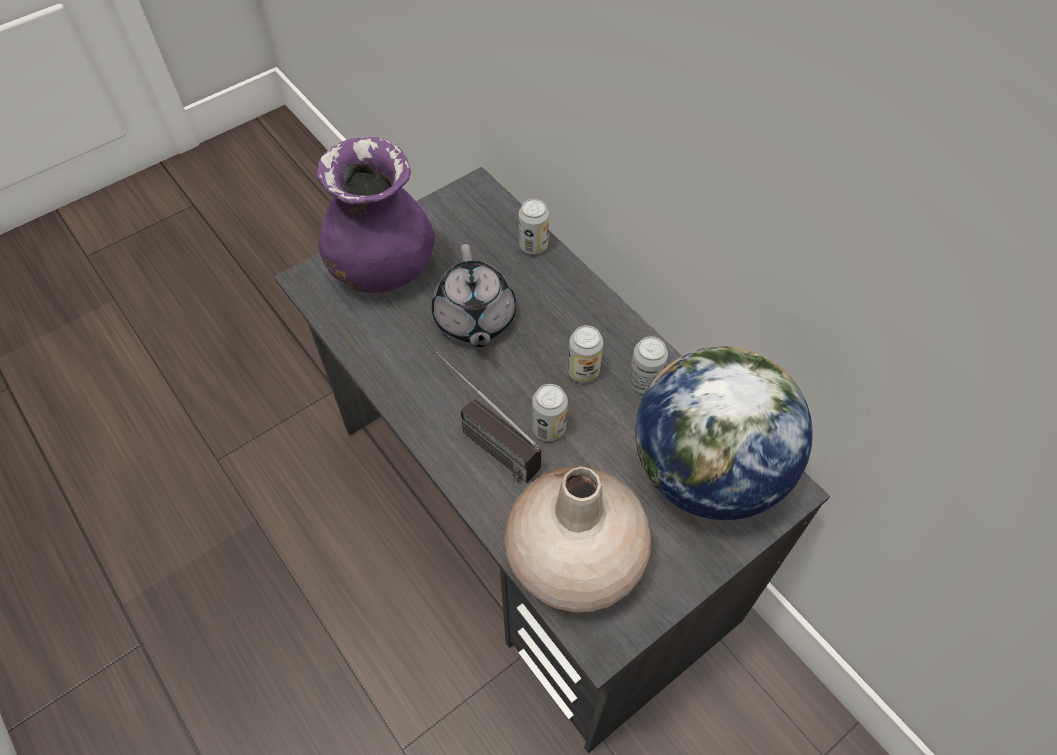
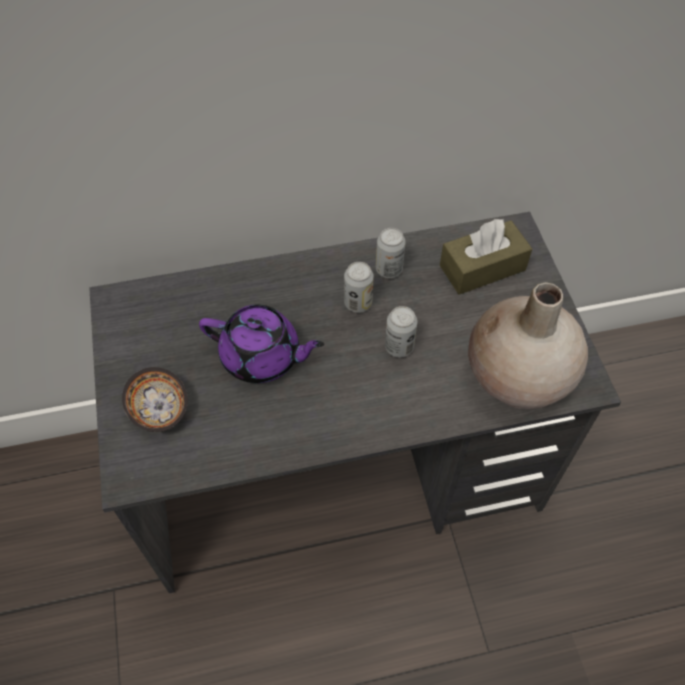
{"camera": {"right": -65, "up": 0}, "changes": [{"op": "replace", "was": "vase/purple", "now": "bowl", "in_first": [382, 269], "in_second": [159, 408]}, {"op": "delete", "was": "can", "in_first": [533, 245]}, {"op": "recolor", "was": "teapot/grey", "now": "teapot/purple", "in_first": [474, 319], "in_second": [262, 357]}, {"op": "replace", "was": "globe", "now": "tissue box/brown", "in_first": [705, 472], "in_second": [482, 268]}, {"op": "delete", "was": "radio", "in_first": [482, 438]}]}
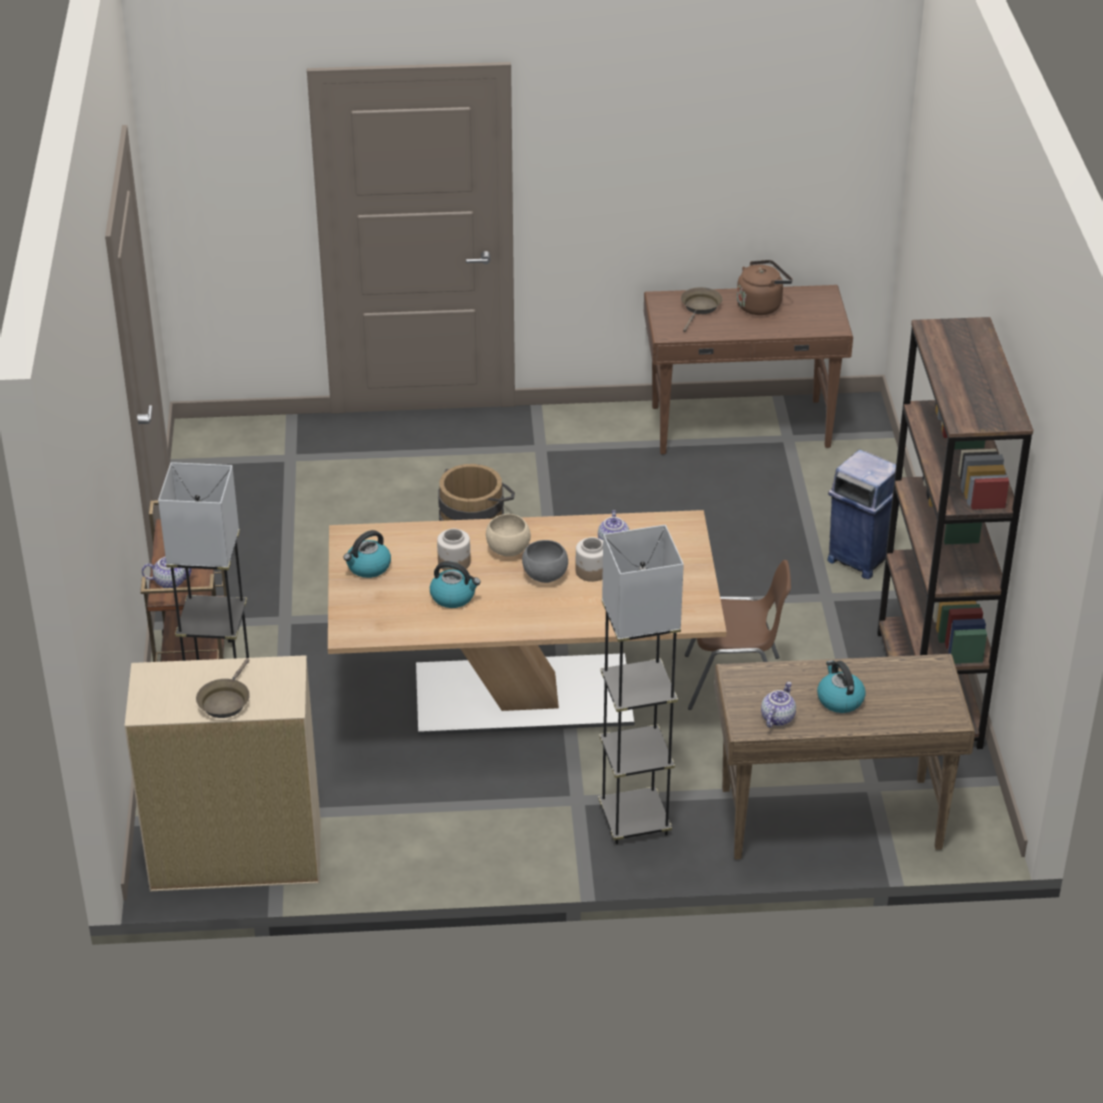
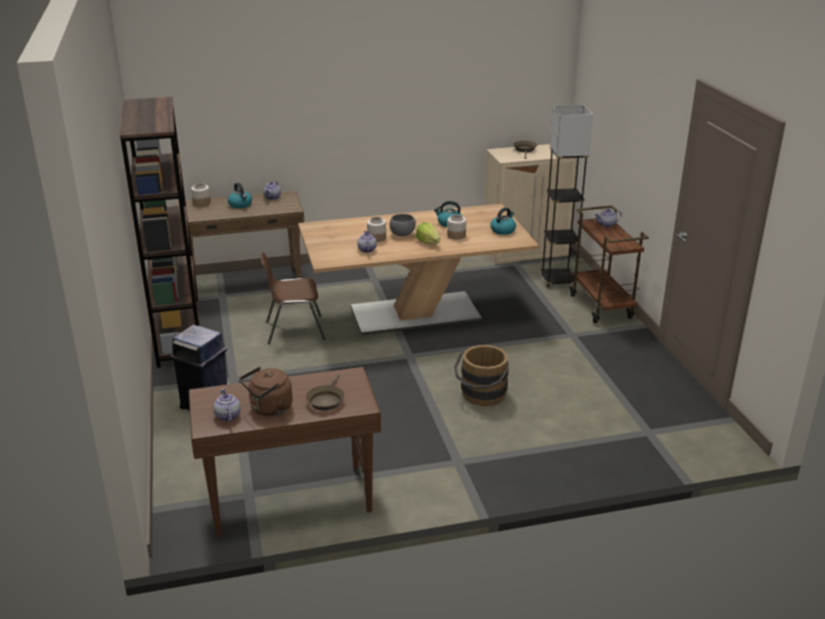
{"camera": {"right": 170, "up": -10}, "changes": [{"op": "replace", "was": "bowl/beige", "now": "lettuce", "in_first": [507, 550], "in_second": [428, 242]}, {"op": "delete", "was": "floor lamp/grey", "in_first": [634, 821]}, {"op": "insert", "now": "jar", "in_second": [201, 203]}, {"op": "insert", "now": "teapot", "in_second": [227, 416]}]}
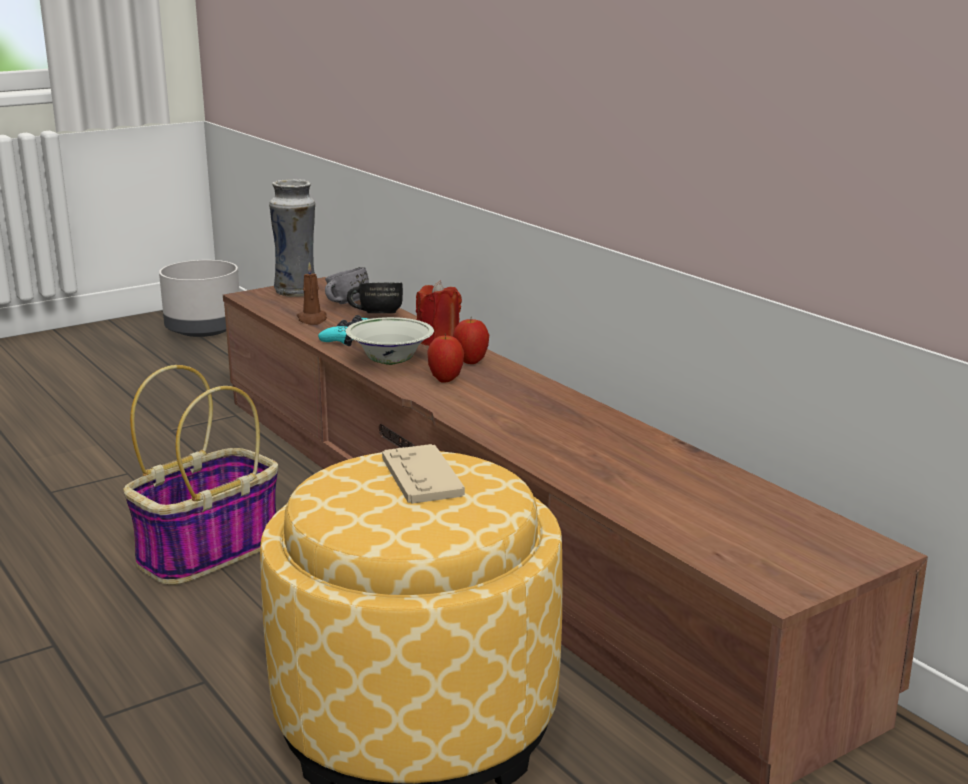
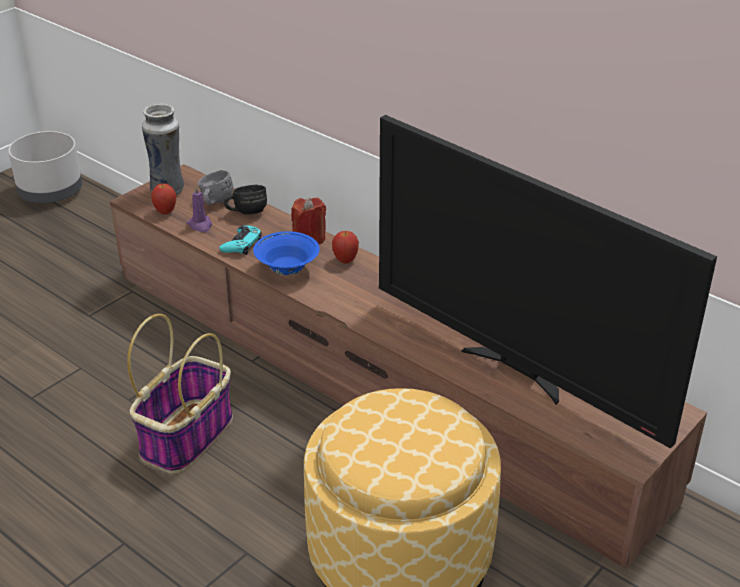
{"camera": {"right": -15, "up": 15}, "changes": [{"op": "recolor", "was": "candle/brown", "now": "candle/purple", "in_first": [312, 319], "in_second": [200, 225]}, {"op": "recolor", "was": "bowl/white", "now": "bowl/blue", "in_first": [390, 362], "in_second": [287, 270]}, {"op": "move", "was": "apple", "in_first": [446, 380], "in_second": [165, 212]}, {"op": "delete", "was": "game controller/beige", "in_first": [422, 476]}, {"op": "insert", "now": "television", "in_second": [516, 371]}]}
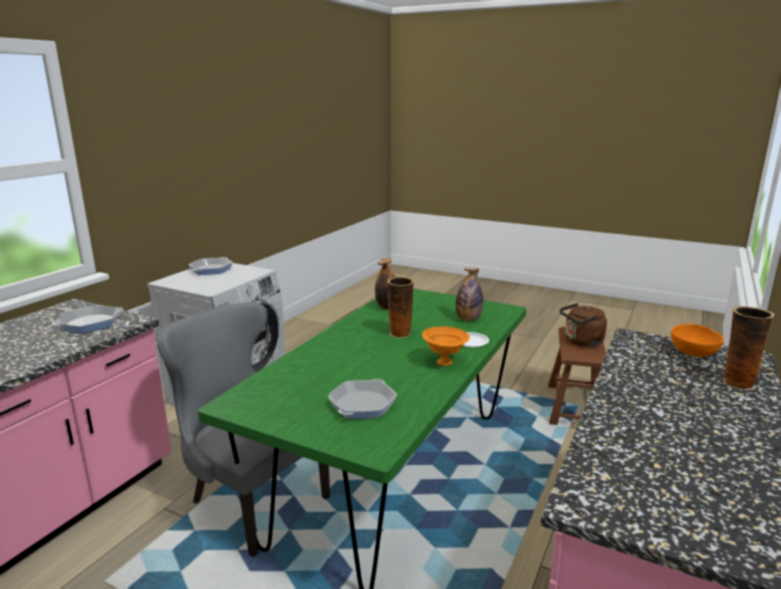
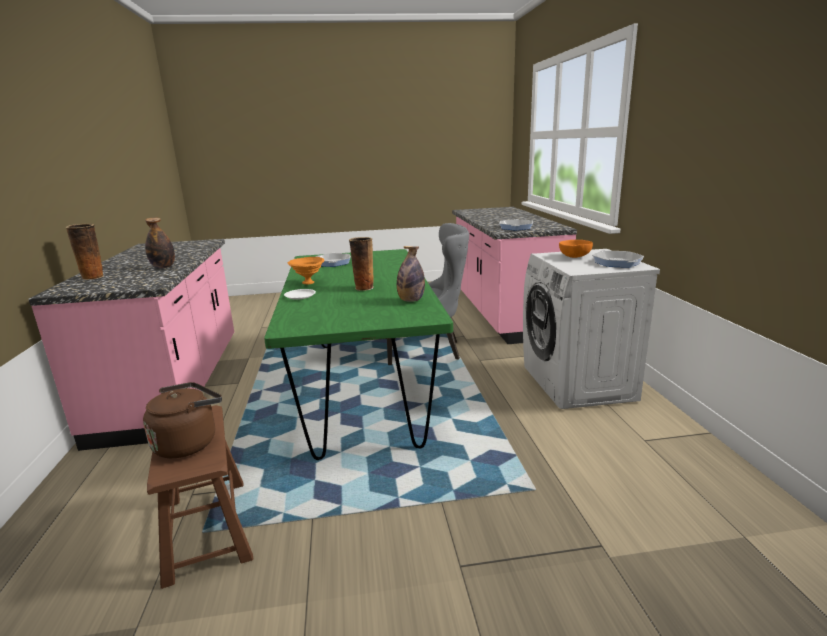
{"camera": {"right": 145, "up": 0}, "changes": [{"op": "move", "was": "bottle", "in_first": [468, 319], "in_second": [163, 267]}, {"op": "move", "was": "bowl/orange", "in_first": [694, 353], "in_second": [574, 257]}]}
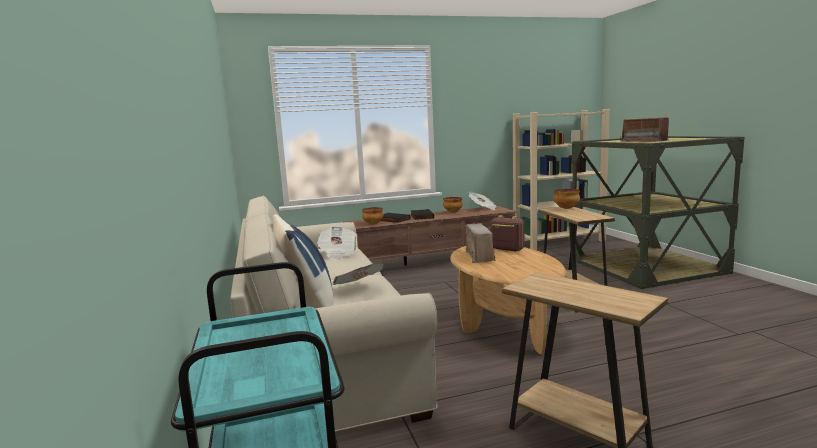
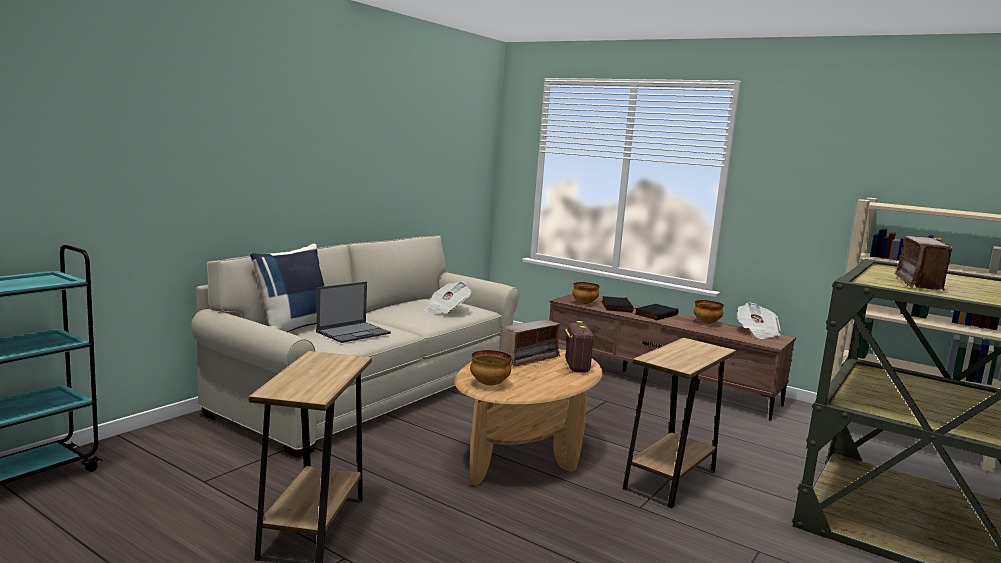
{"camera": {"right": 50, "up": 0}, "changes": [{"op": "move", "was": "bowl", "in_first": [566, 208], "in_second": [489, 384]}, {"op": "replace", "was": "newspaper", "now": "laptop", "in_first": [358, 288], "in_second": [354, 332]}]}
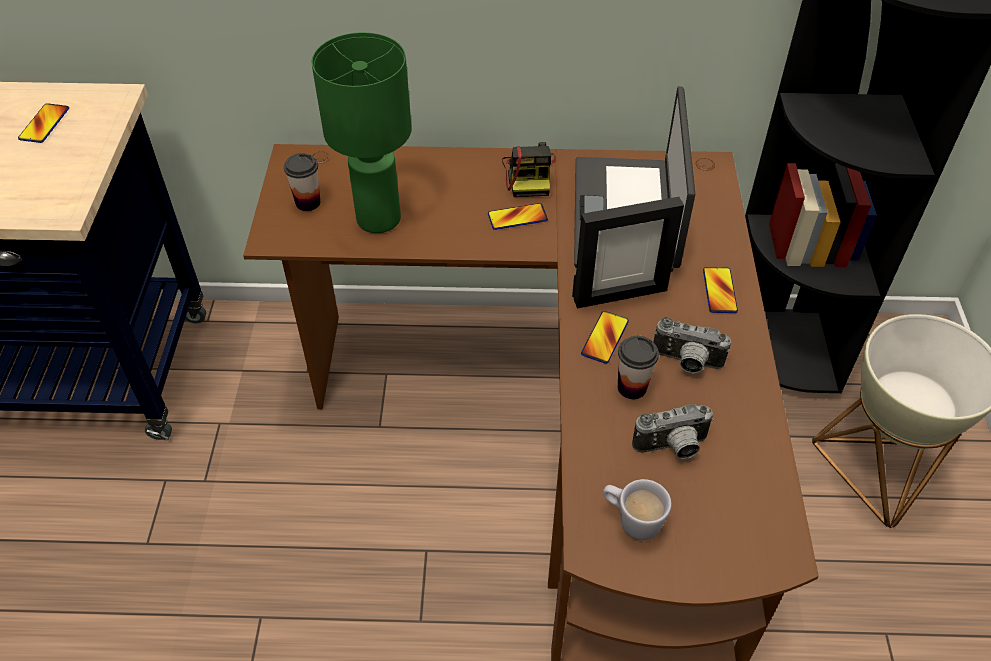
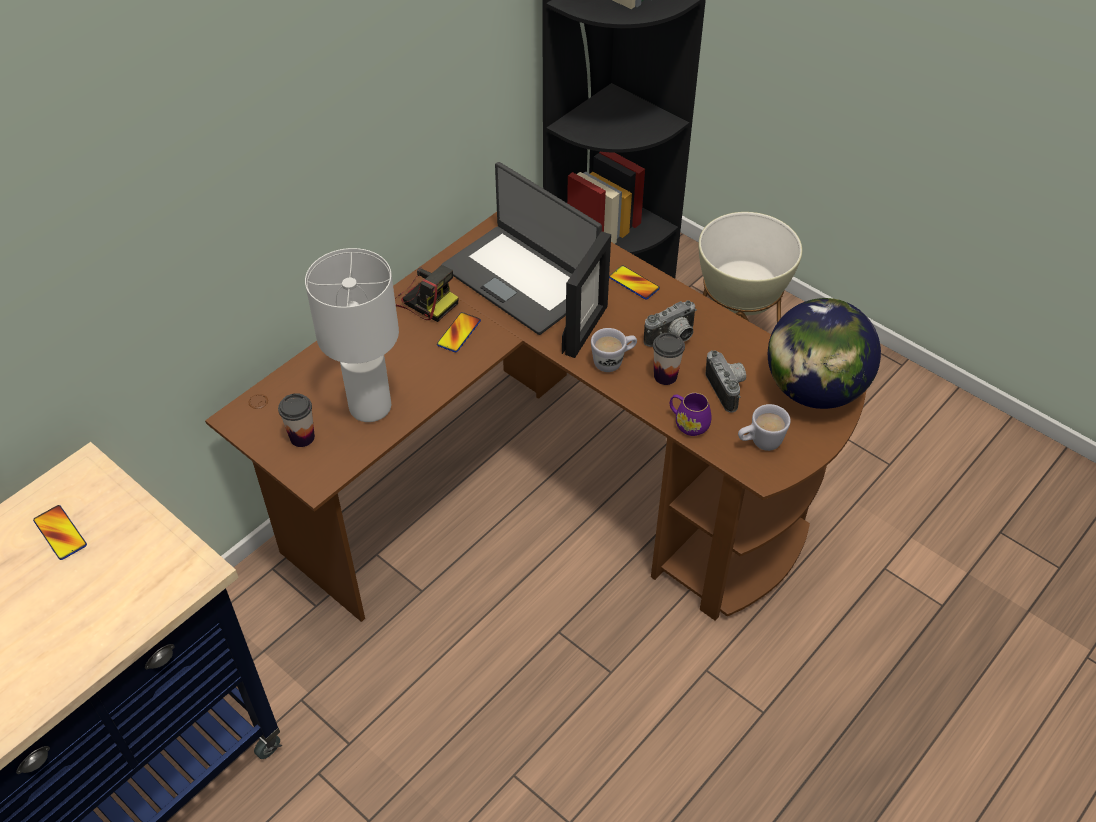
{"camera": {"right": -50, "up": 0}, "changes": [{"op": "recolor", "was": "table lamp/green", "now": "table lamp/white", "in_first": [377, 219], "in_second": [369, 408]}, {"op": "replace", "was": "phone", "now": "mug/white", "in_first": [605, 338], "in_second": [613, 361]}, {"op": "rotate", "was": "photo camera", "in_first": [672, 448], "in_second": [728, 389], "clockwise": -45}, {"op": "insert", "now": "globe", "in_second": [814, 390]}, {"op": "insert", "now": "mug/purple", "in_second": [688, 423]}]}
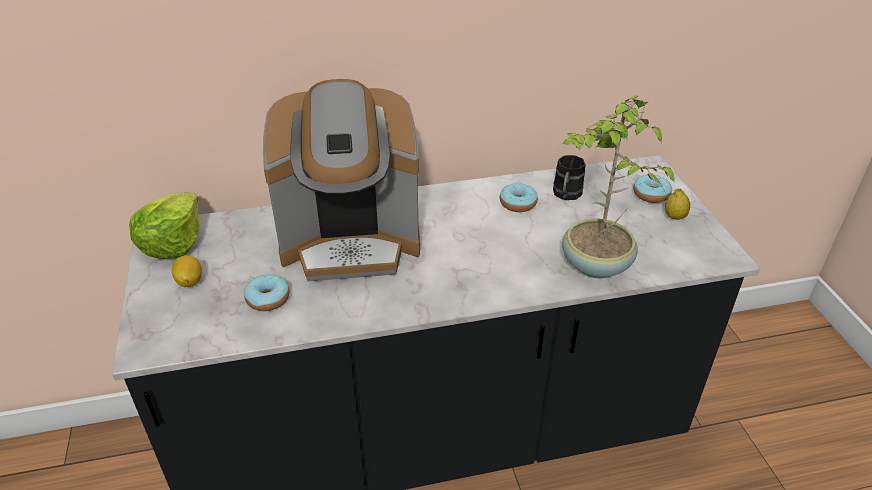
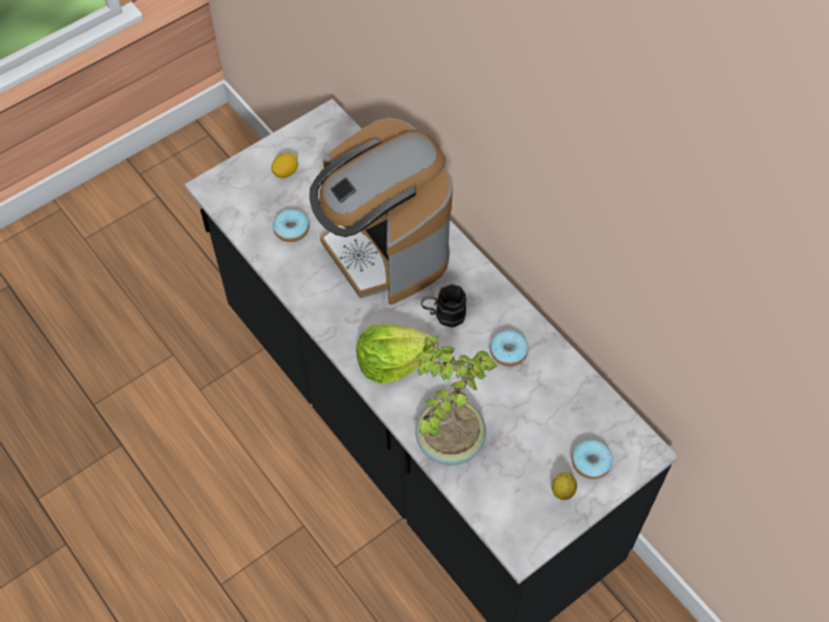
{"camera": {"right": 65, "up": 20}, "changes": [{"op": "move", "was": "mug/black", "in_first": [566, 196], "in_second": [443, 315]}, {"op": "move", "was": "lettuce", "in_first": [172, 243], "in_second": [392, 361]}]}
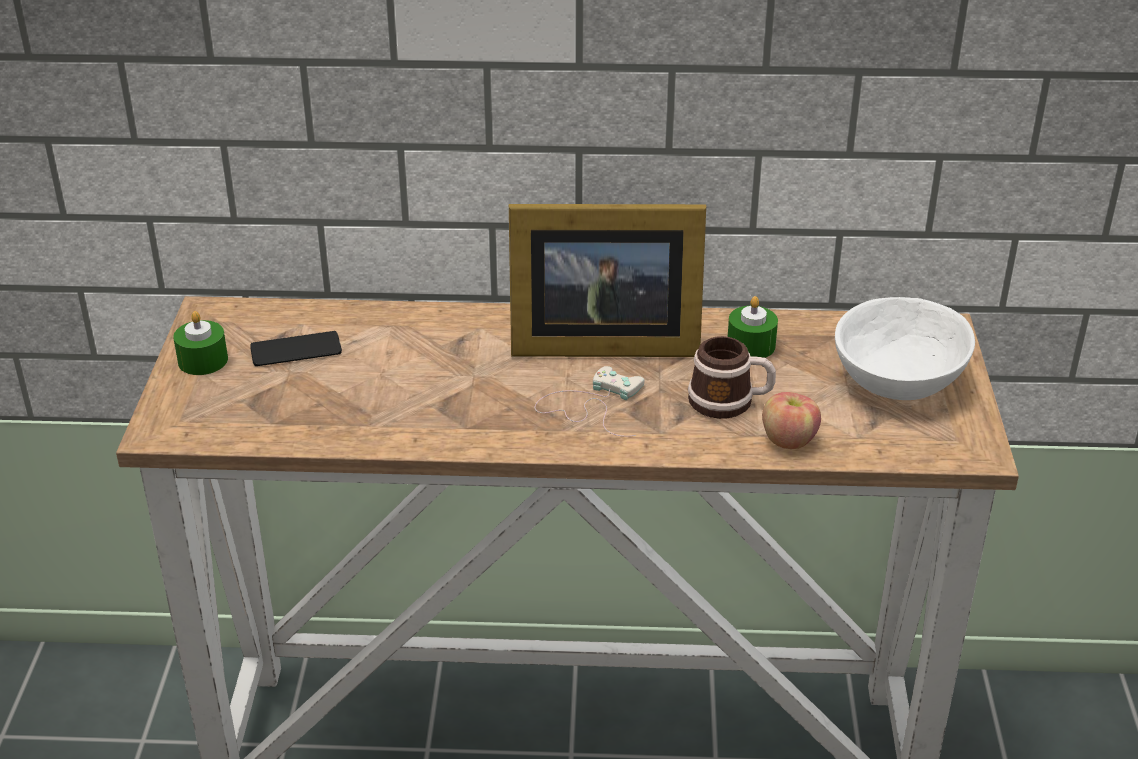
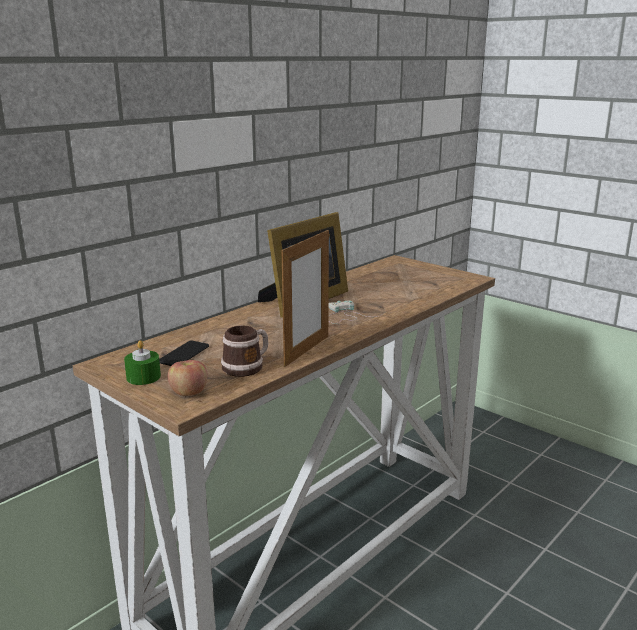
{"camera": {"right": -50, "up": -15}, "changes": [{"op": "delete", "was": "candle/green", "in_first": [751, 345]}, {"op": "delete", "was": "bowl/white", "in_first": [898, 380]}, {"op": "move", "was": "mug", "in_first": [730, 402], "in_second": [247, 366]}, {"op": "move", "was": "apple", "in_first": [788, 440], "in_second": [189, 393]}, {"op": "insert", "now": "picture frame", "in_second": [307, 350]}]}
